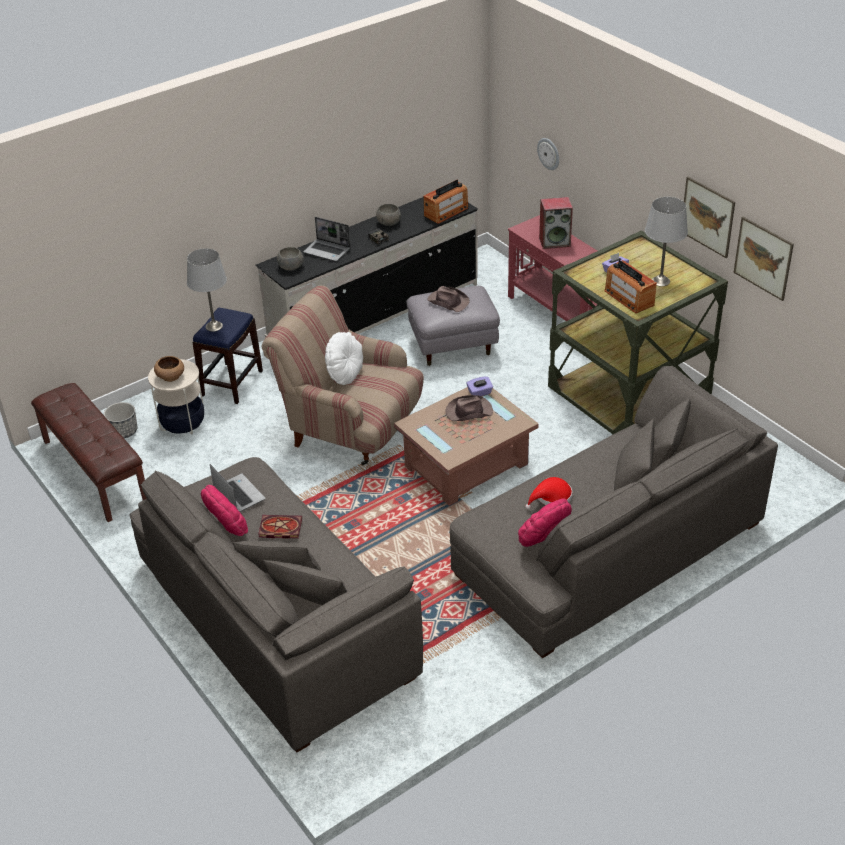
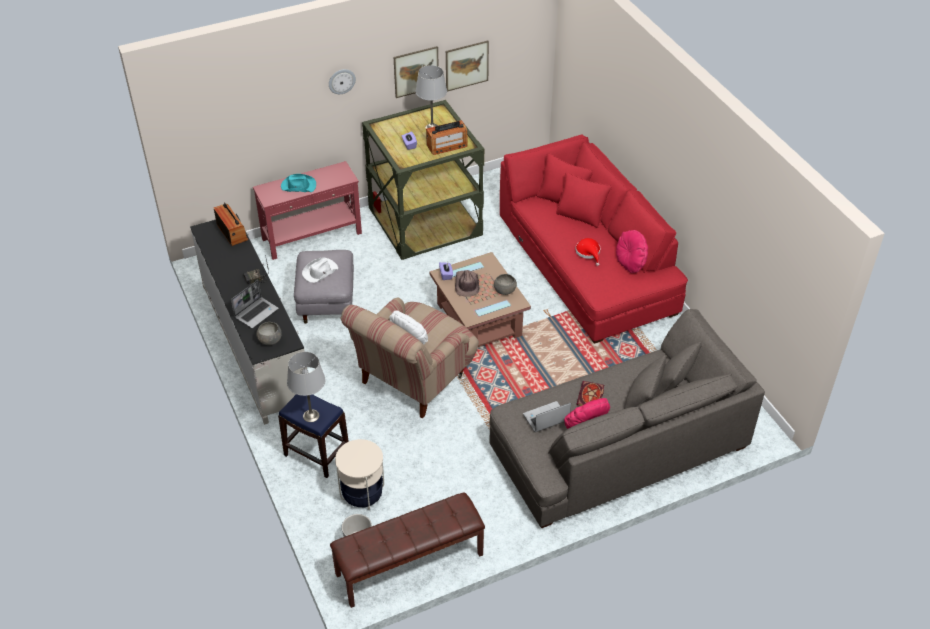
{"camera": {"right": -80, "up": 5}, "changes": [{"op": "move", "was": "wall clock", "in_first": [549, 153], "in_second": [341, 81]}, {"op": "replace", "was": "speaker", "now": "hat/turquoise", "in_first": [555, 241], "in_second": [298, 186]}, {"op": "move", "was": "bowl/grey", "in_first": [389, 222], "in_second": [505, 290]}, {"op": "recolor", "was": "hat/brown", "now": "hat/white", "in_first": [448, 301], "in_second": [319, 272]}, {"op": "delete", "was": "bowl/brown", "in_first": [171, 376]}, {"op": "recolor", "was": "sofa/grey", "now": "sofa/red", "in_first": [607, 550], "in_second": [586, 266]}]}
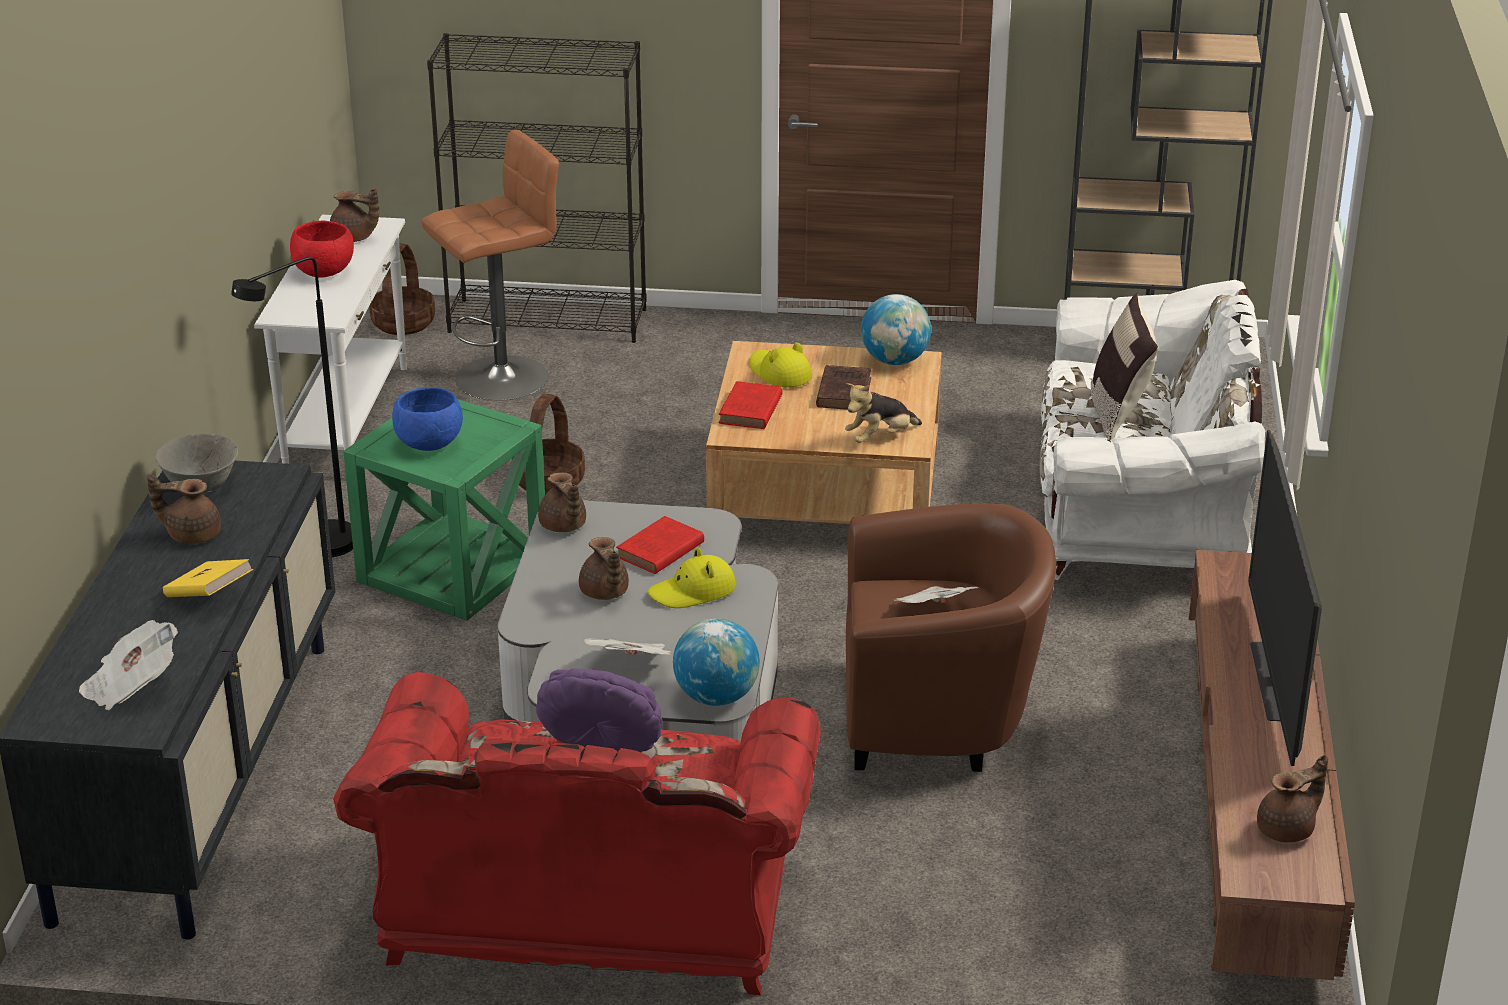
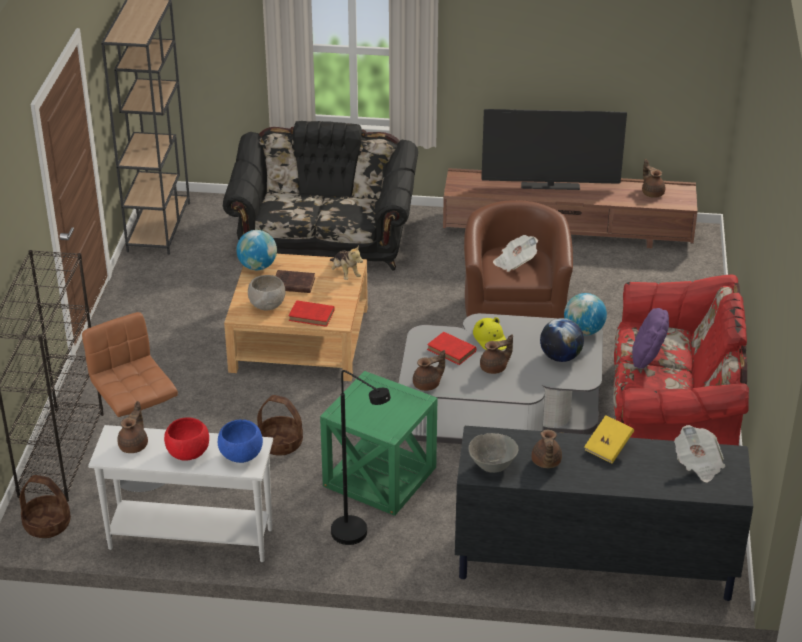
{"camera": {"right": -90, "up": 5}, "changes": [{"op": "recolor", "was": "sofa/white", "now": "sofa/black", "in_first": [1140, 506], "in_second": [324, 240]}, {"op": "delete", "was": "pillow", "in_first": [1119, 415]}, {"op": "replace", "was": "hat/yellow", "now": "bowl/grey", "in_first": [779, 373], "in_second": [267, 305]}, {"op": "move", "was": "bowl/blue", "in_first": [430, 444], "in_second": [241, 455]}, {"op": "replace", "was": "newspaper", "now": "globe", "in_first": [632, 666], "in_second": [560, 357]}]}
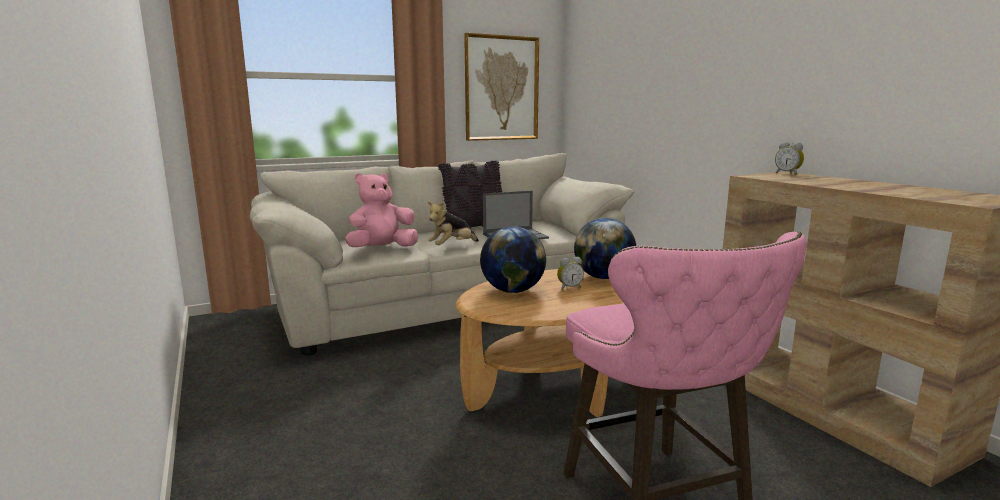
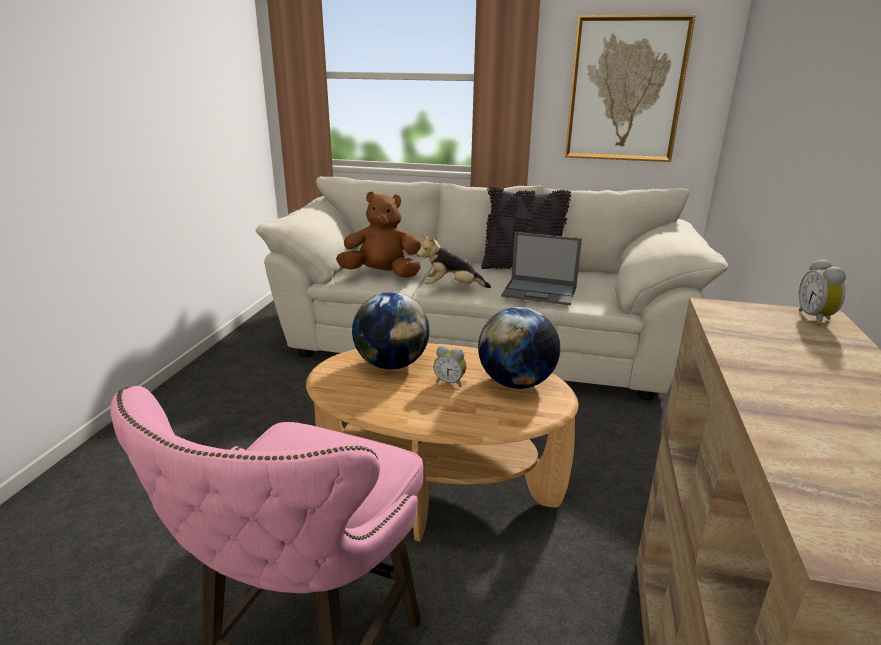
{"camera": {"right": 40, "up": 10}, "changes": [{"op": "recolor", "was": "plush toy/pink", "now": "plush toy/brown", "in_first": [382, 249], "in_second": [382, 274]}]}
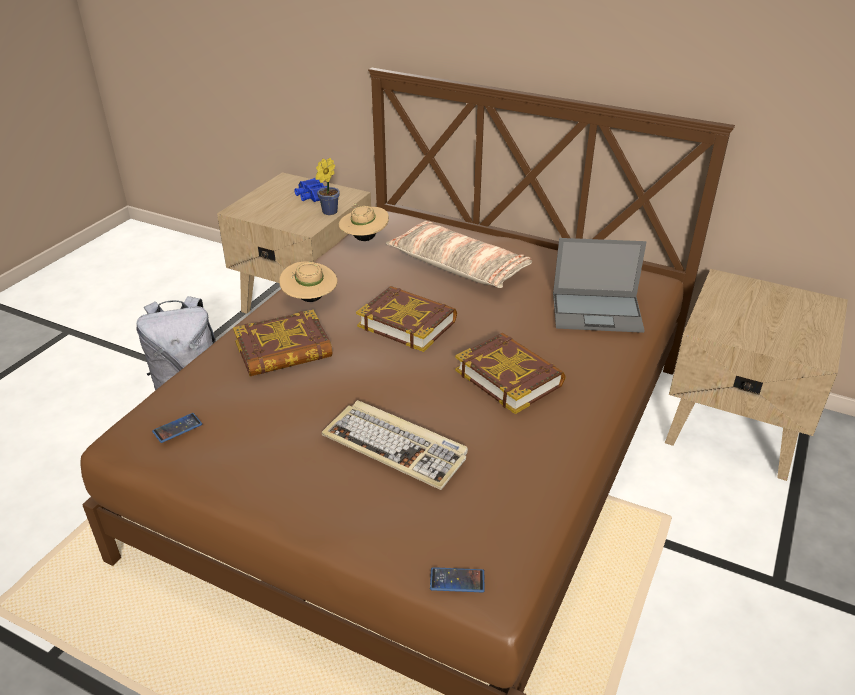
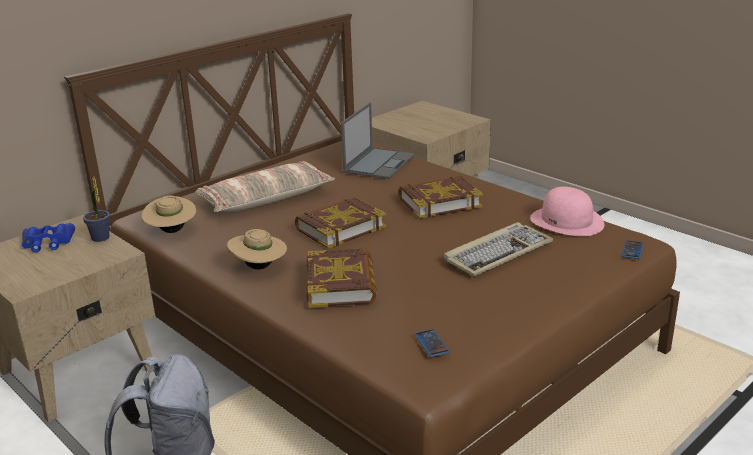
{"camera": {"right": -70, "up": -10}, "changes": [{"op": "insert", "now": "hat/pink", "in_second": [567, 221]}]}
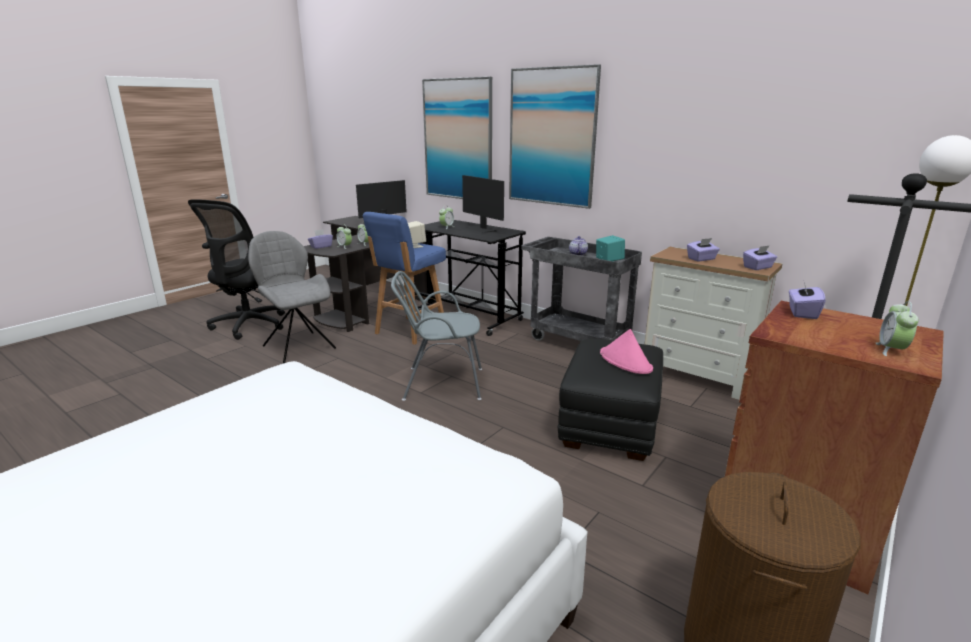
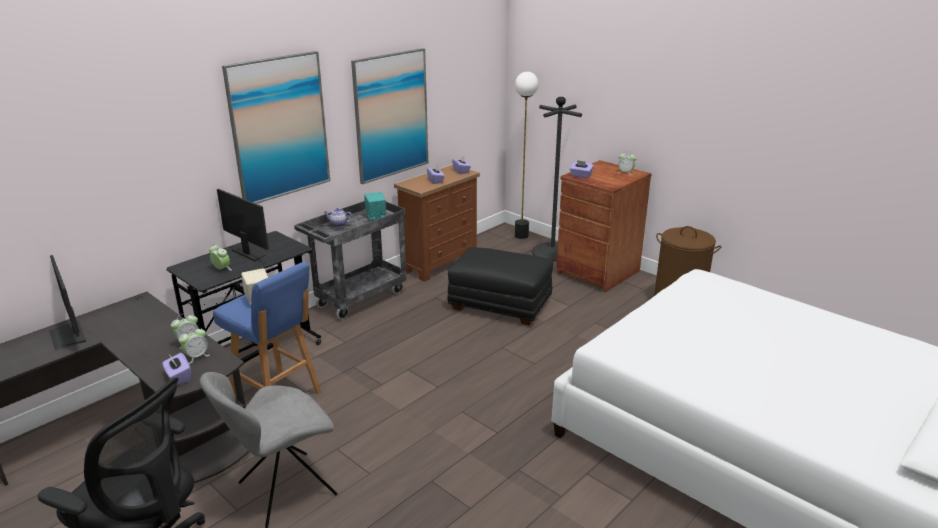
{"camera": {"right": -85, "up": 5}, "changes": [{"op": "move", "was": "picture", "in_first": [458, 140], "in_second": [391, 115]}, {"op": "rotate", "was": "monitor", "in_first": [479, 230], "in_second": [252, 252], "clockwise": -105}, {"op": "recolor", "was": "dresser/white", "now": "dresser/brown", "in_first": [697, 377], "in_second": [440, 264]}, {"op": "delete", "was": "chair/grey", "in_first": [440, 383]}, {"op": "delete", "was": "hat/pink", "in_first": [626, 361]}]}
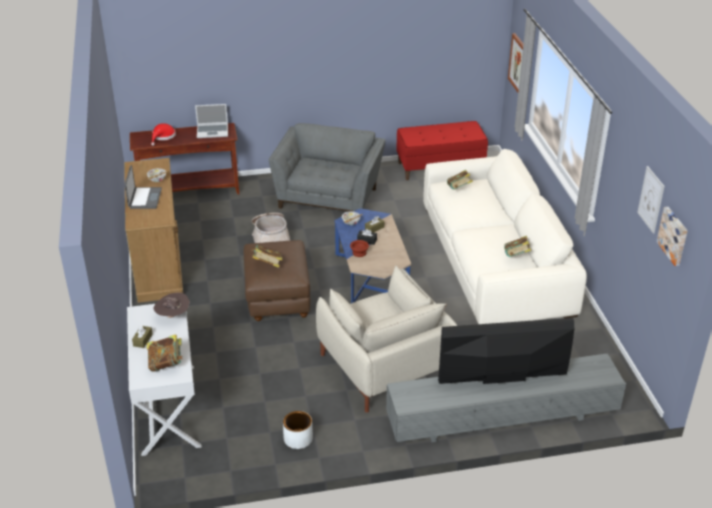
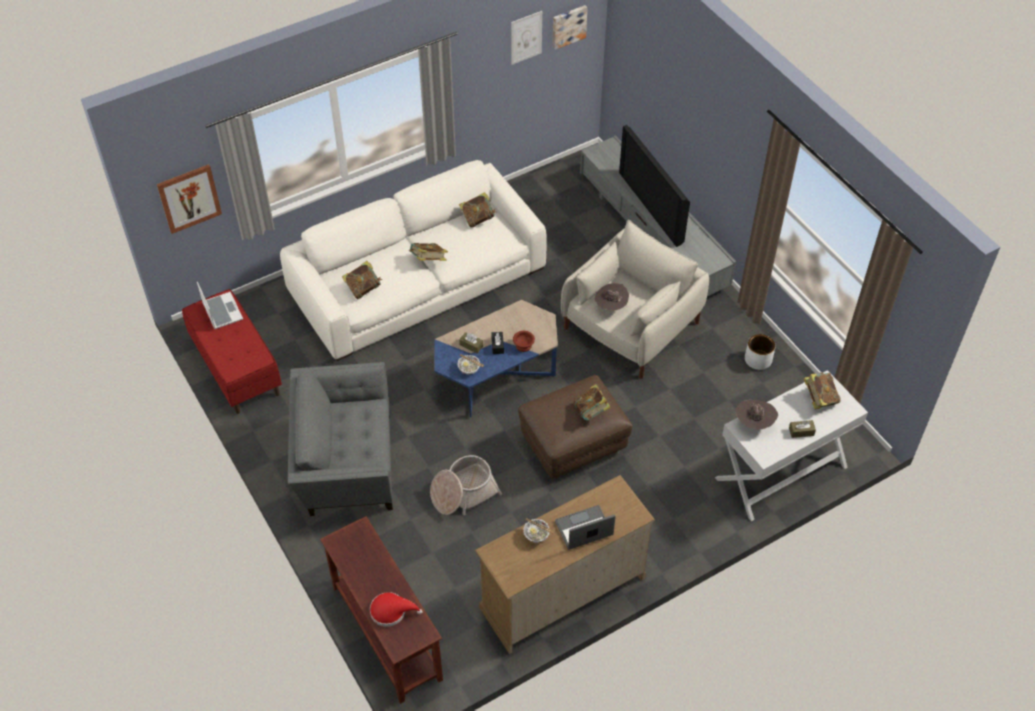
{"camera": {"right": -110, "up": 15}, "changes": [{"op": "move", "was": "laptop", "in_first": [213, 131], "in_second": [221, 311]}, {"op": "insert", "now": "book", "in_second": [428, 261]}, {"op": "insert", "now": "hat/brown", "in_second": [610, 306]}]}
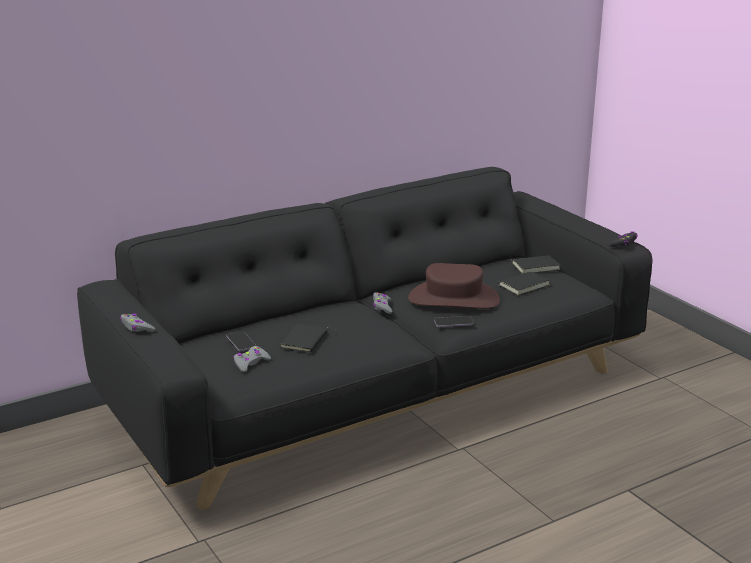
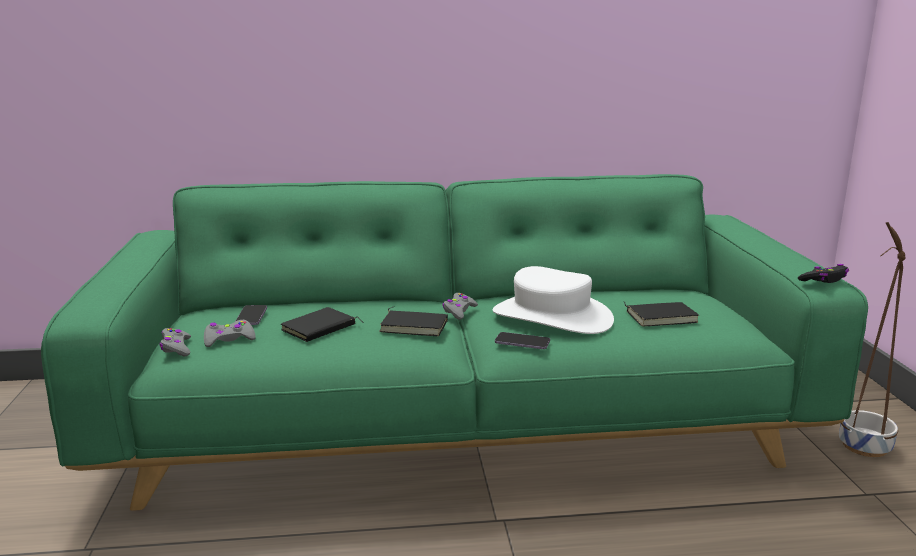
{"camera": {"right": 25, "up": -5}, "changes": [{"op": "recolor", "was": "sofa/black", "now": "sofa/green", "in_first": [376, 391], "in_second": [459, 422]}, {"op": "move", "was": "book/black", "in_first": [535, 266], "in_second": [415, 326]}, {"op": "recolor", "was": "hat/brown", "now": "hat/white", "in_first": [453, 299], "in_second": [551, 317]}, {"op": "move", "was": "game controller/grey", "in_first": [137, 328], "in_second": [176, 348]}, {"op": "insert", "now": "planter/brown", "in_second": [863, 446]}]}
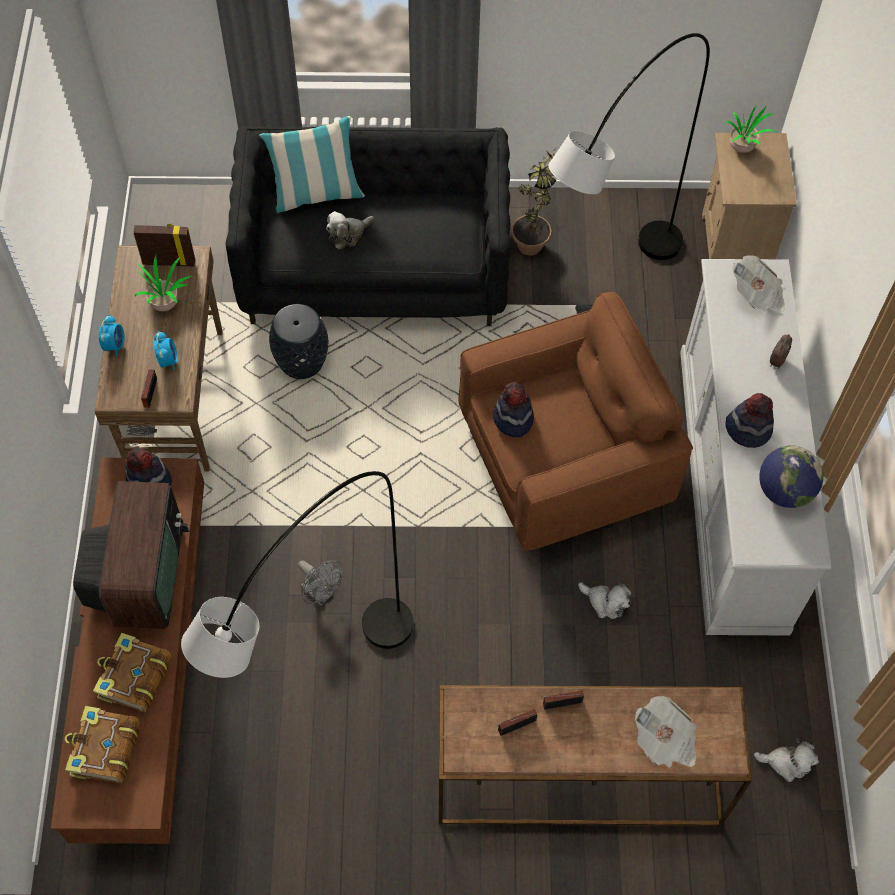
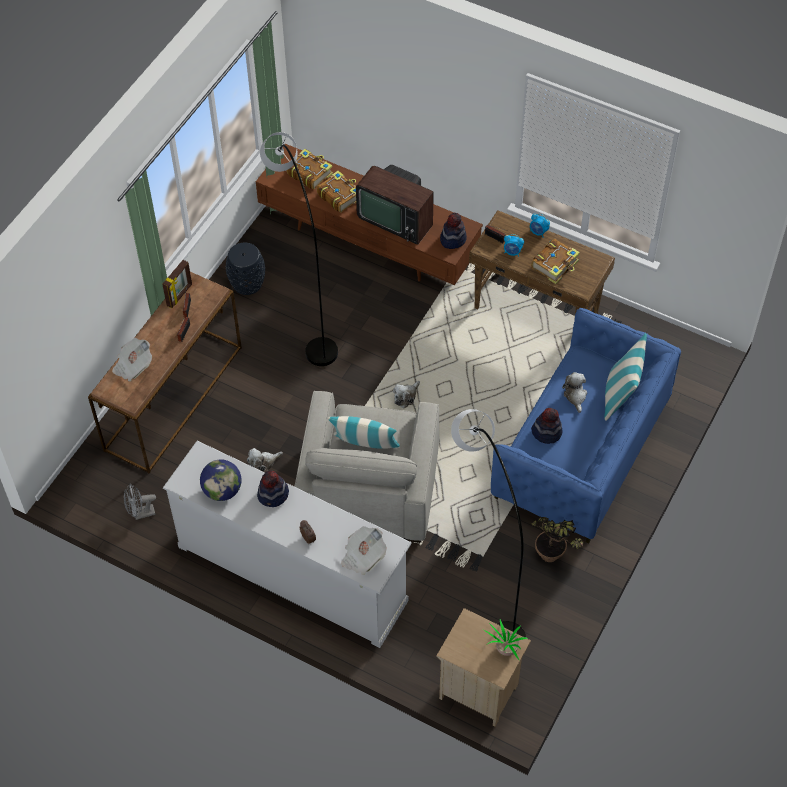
{"camera": {"right": 120, "up": -5}, "changes": [{"op": "recolor", "was": "sofa/black", "now": "sofa/blue", "in_first": [374, 269], "in_second": [580, 453]}, {"op": "move", "was": "picture frame", "in_first": [169, 261], "in_second": [180, 295]}, {"op": "replace", "was": "potted plant", "now": "book", "in_first": [166, 303], "in_second": [555, 265]}, {"op": "recolor", "was": "armchair/brown", "now": "armchair/grey", "in_first": [564, 460], "in_second": [369, 489]}, {"op": "move", "was": "stool/black", "in_first": [301, 361], "in_second": [247, 283]}, {"op": "move", "was": "hat", "in_first": [513, 419], "in_second": [546, 432]}, {"op": "move", "was": "fan/grey", "in_first": [321, 594], "in_second": [140, 514]}, {"op": "move", "was": "plush toy", "in_first": [786, 763], "in_second": [406, 397]}, {"op": "insert", "now": "pillow", "in_second": [365, 448]}]}
